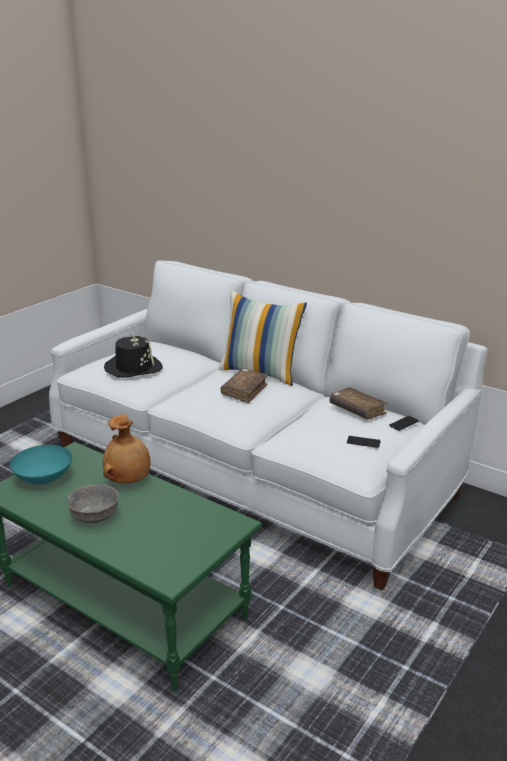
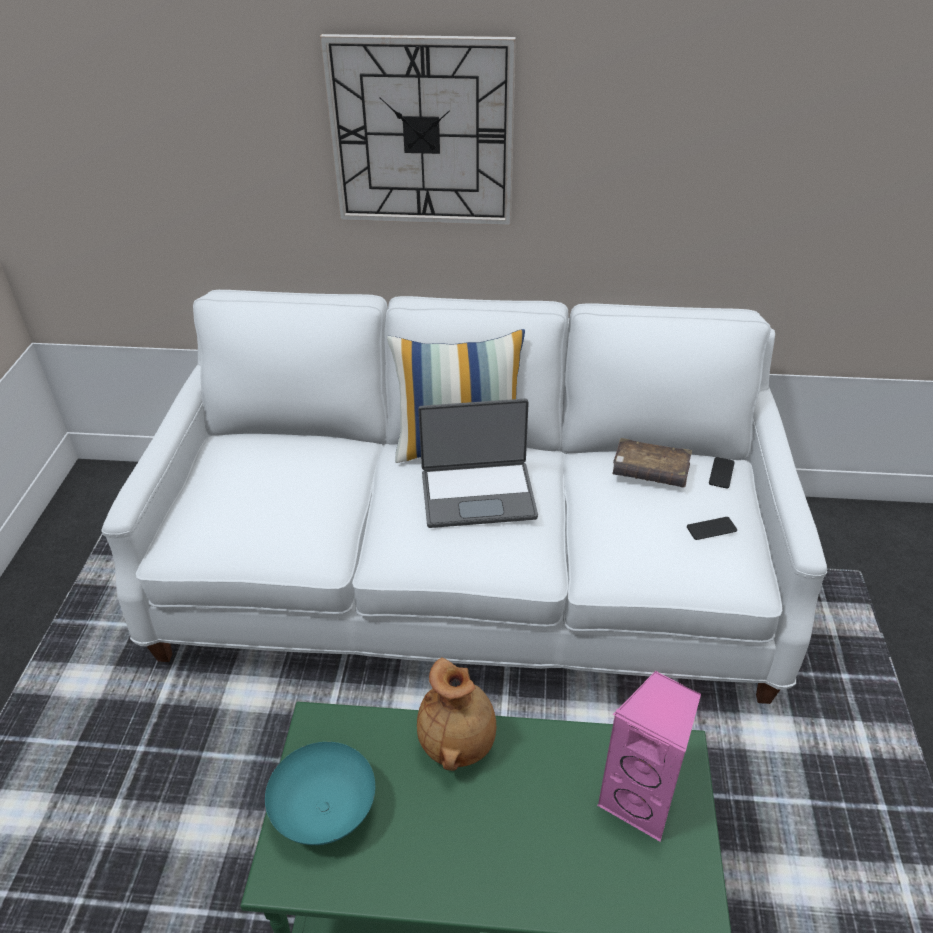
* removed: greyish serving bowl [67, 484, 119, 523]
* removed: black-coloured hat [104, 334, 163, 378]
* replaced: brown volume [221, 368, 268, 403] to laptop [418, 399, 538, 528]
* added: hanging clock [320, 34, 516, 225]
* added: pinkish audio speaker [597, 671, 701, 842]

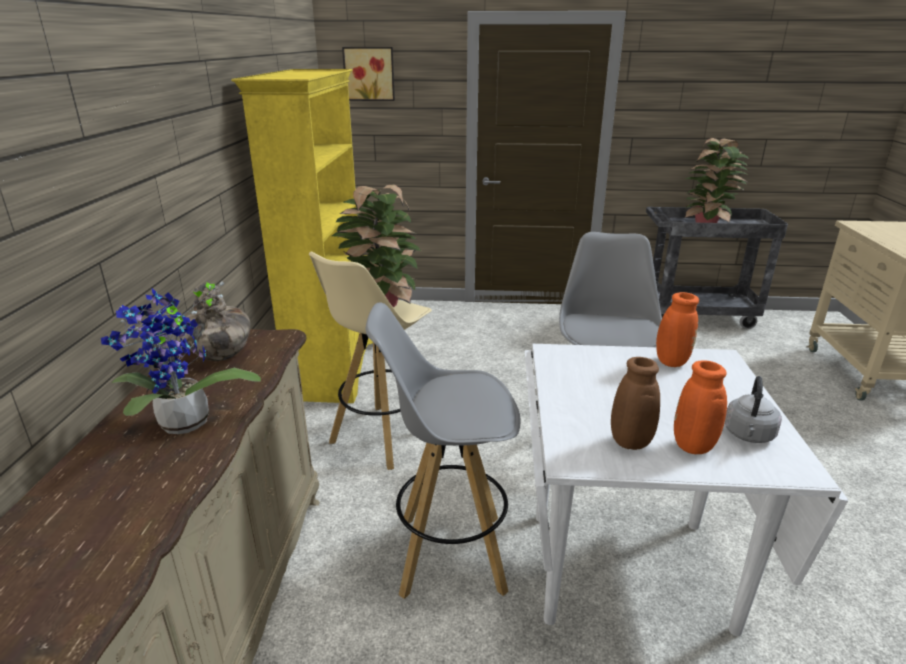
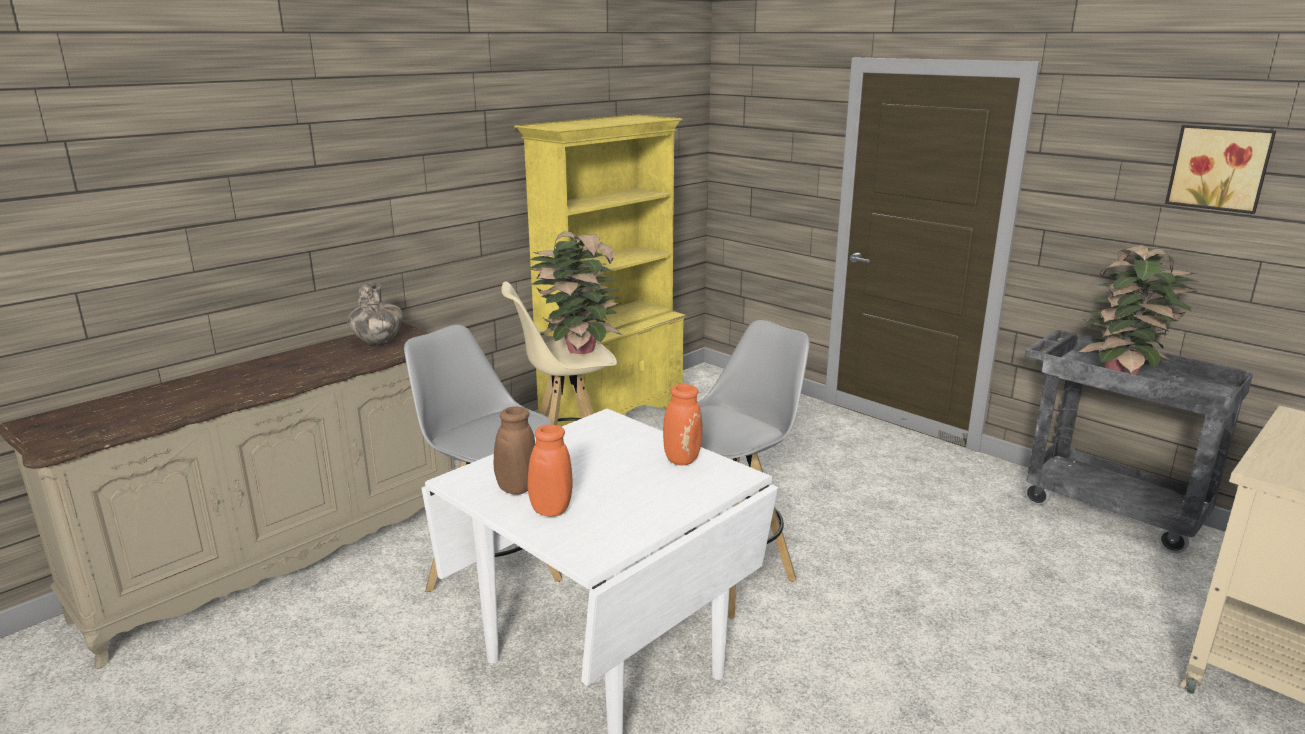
* removed: potted plant [101, 281, 261, 434]
* moved: wall art [342, 47, 395, 101] to [1165, 125, 1276, 214]
* removed: greyish tea kettle [725, 376, 782, 443]

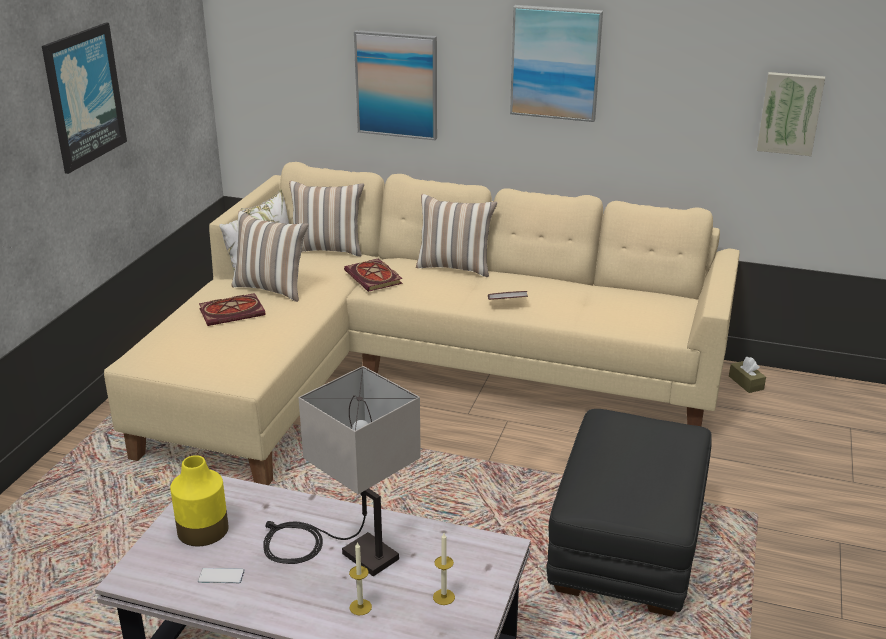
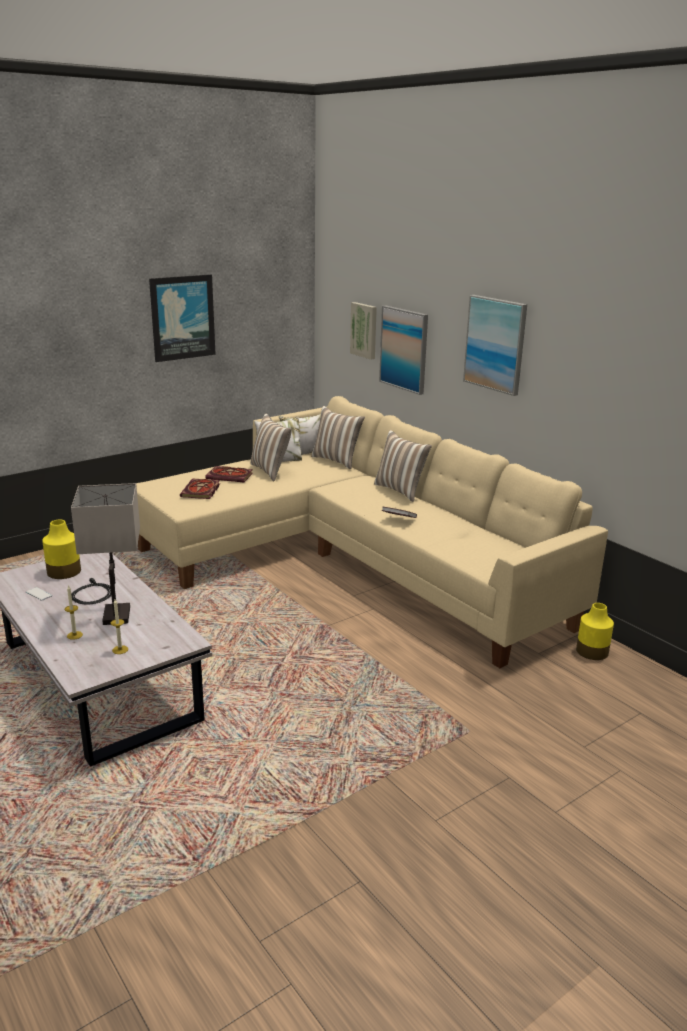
* moved: volume [344, 258, 403, 292] to [180, 479, 220, 499]
* removed: black-coloured ottoman [546, 409, 712, 616]
* replaced: brown box of tissues [729, 357, 766, 393] to yellow flower vase [576, 603, 614, 660]
* moved: wall art [757, 72, 825, 156] to [350, 302, 377, 360]

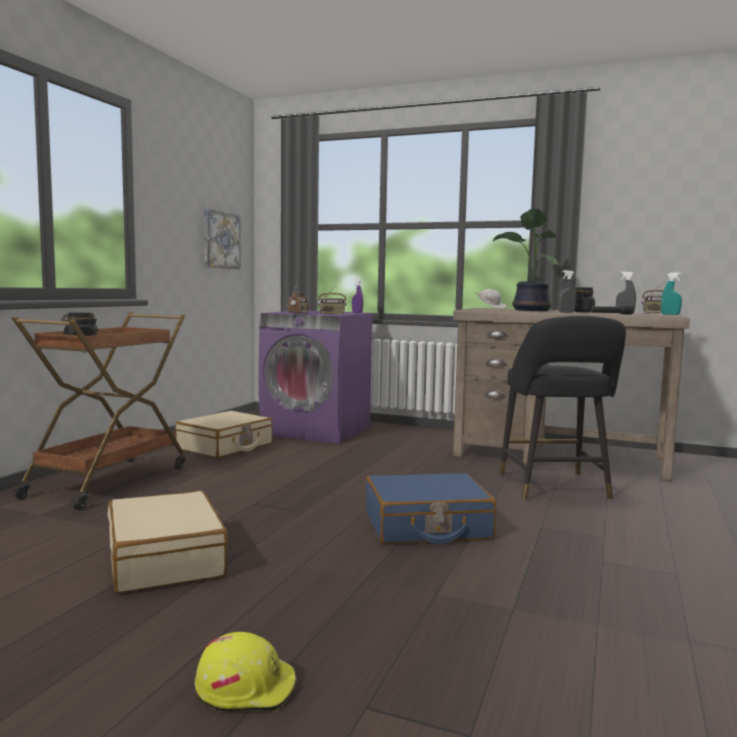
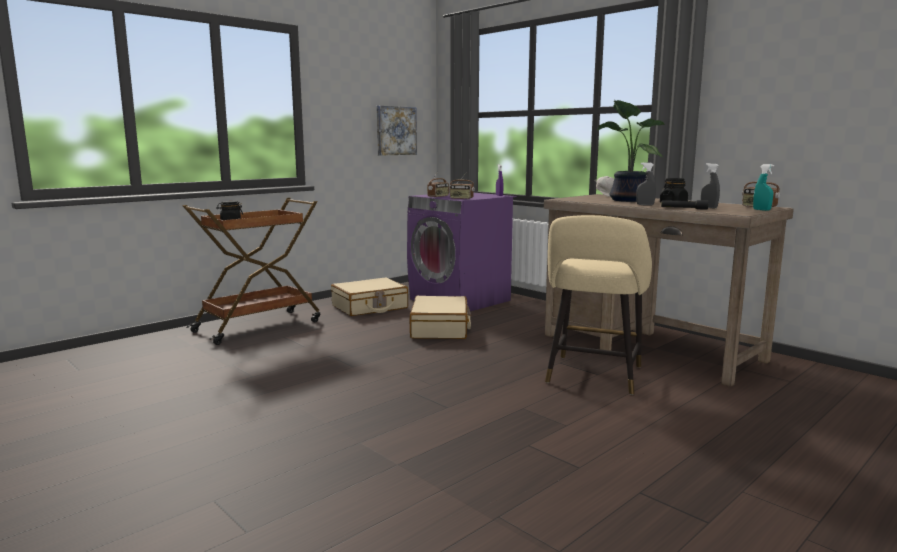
* moved: sand-coloured piece of luggage [108, 491, 228, 593] to [410, 296, 471, 339]
* removed: yellow safety helmet [195, 632, 296, 712]
* removed: blue piece of luggage [366, 473, 496, 544]
* recoloured: black-coloured stool seat [499, 316, 626, 500] to sand-coloured stool seat [545, 215, 652, 395]

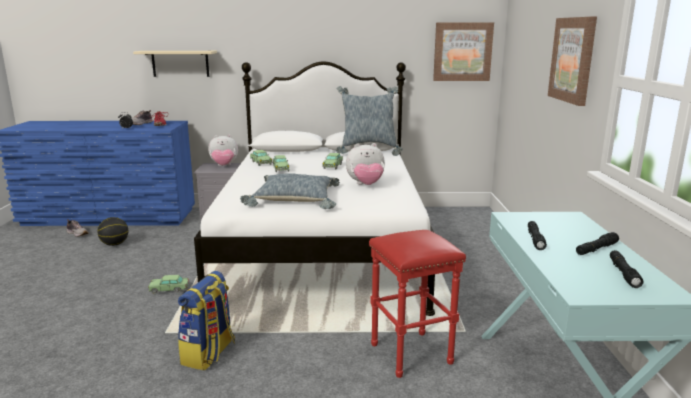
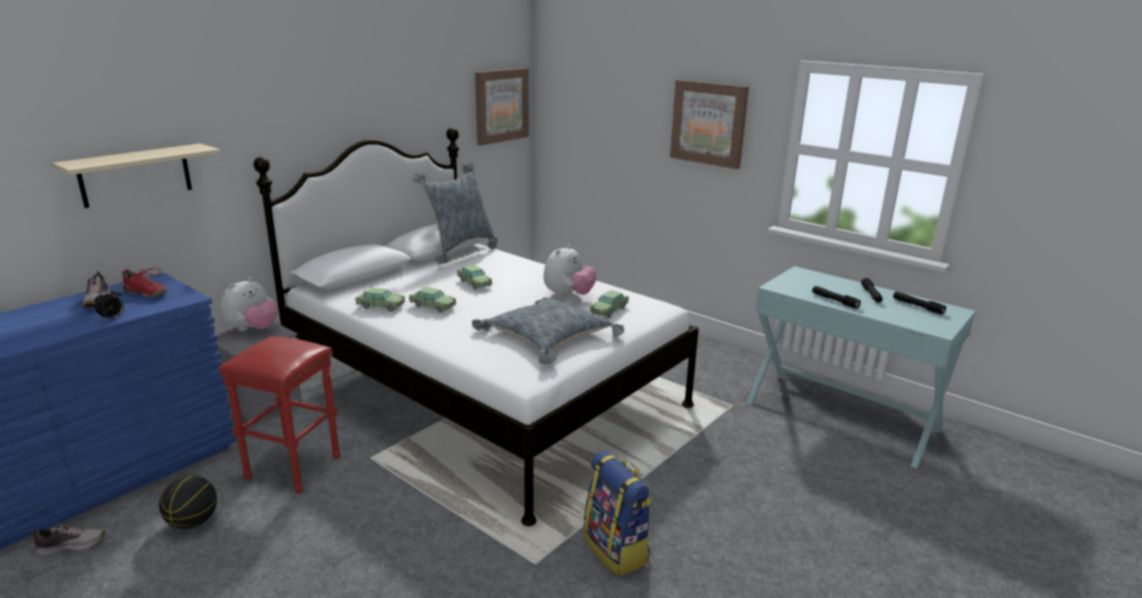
* moved: miniature car [148, 275, 189, 294] to [590, 290, 629, 318]
* moved: red-coloured stool seat [369, 230, 466, 378] to [219, 336, 340, 493]

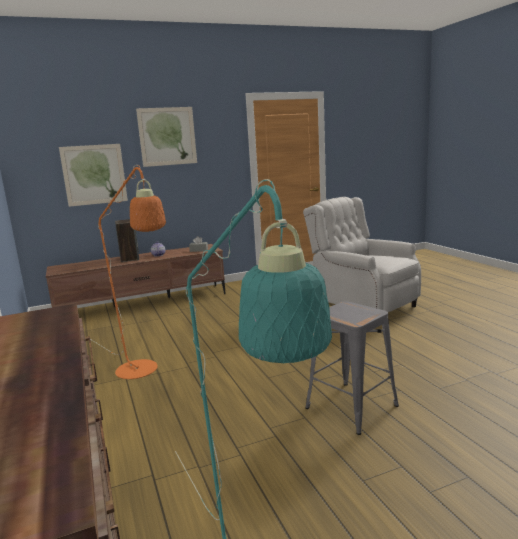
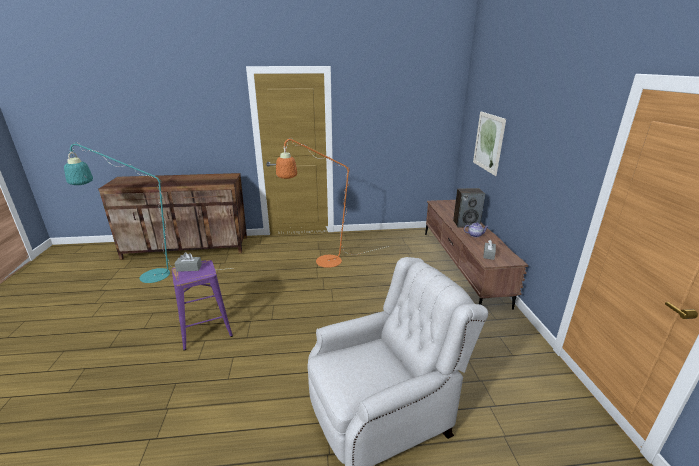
* removed: wall art [136, 107, 197, 167]
* recoloured: greyish stool seat [305, 301, 399, 435] to purplish stool seat [172, 260, 233, 351]
* added: greyish box of tissues [174, 252, 202, 272]

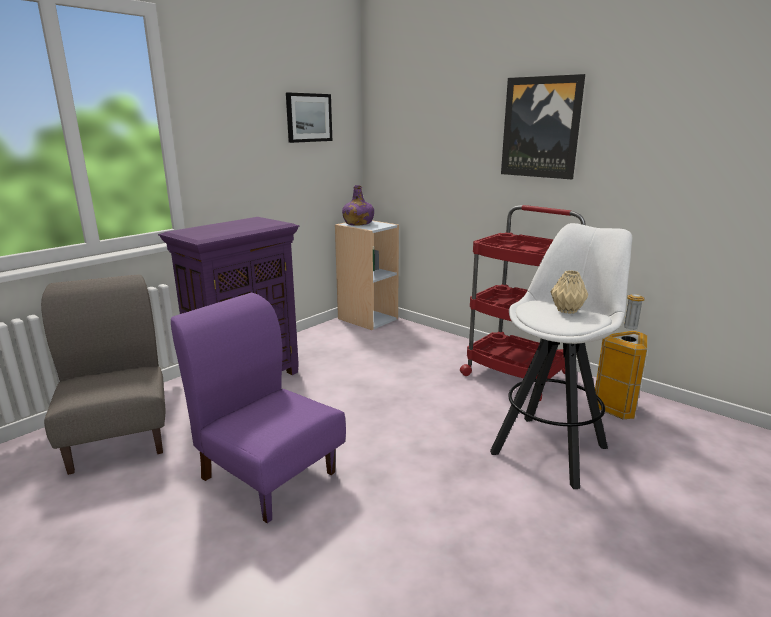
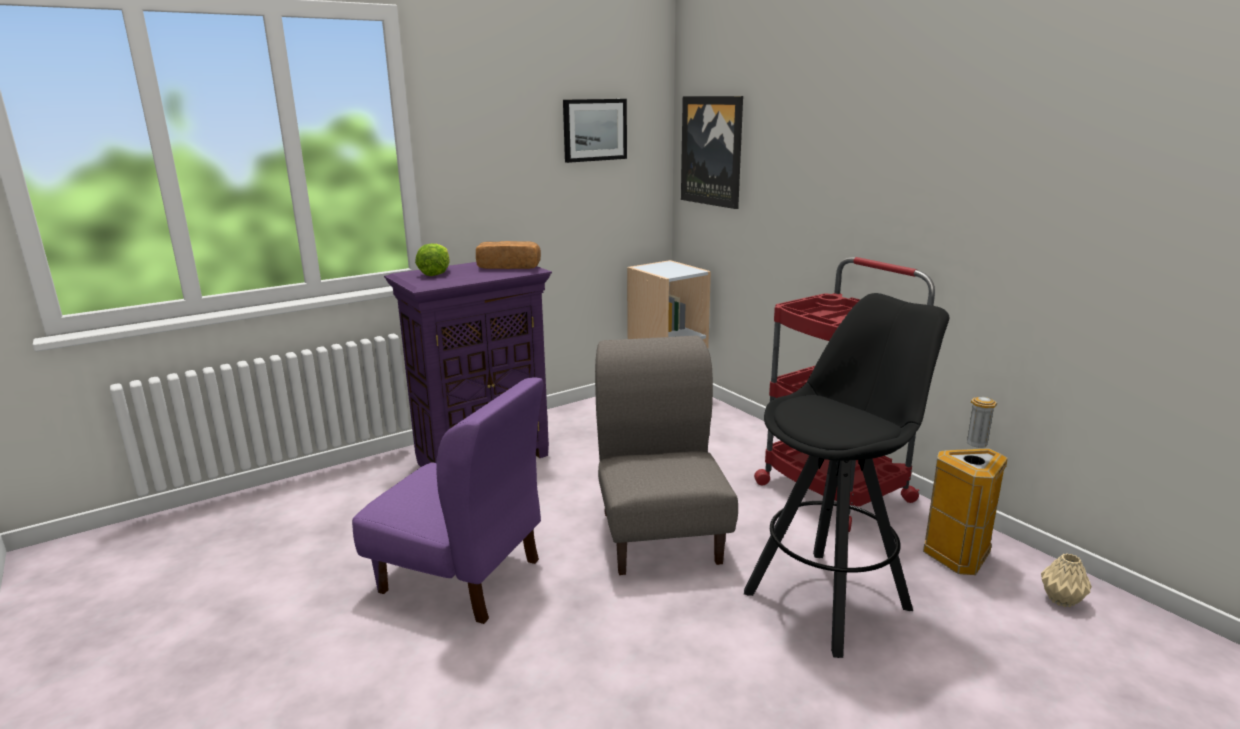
* moved: greyish upright chair [41, 274, 165, 475] to [595, 335, 738, 575]
* turned: purplish upright chair [171, 293, 346, 523] = [352, 377, 544, 624] 150 degrees clockwise
* removed: purplish beverage bottle [342, 185, 374, 226]
* recoloured: whitish stool seat [490, 223, 632, 489] to black-coloured stool seat [744, 293, 950, 658]
* moved: wall art [501, 74, 585, 179] to [681, 96, 743, 209]
* moved: sand-coloured flower vase [551, 270, 588, 314] to [1041, 553, 1092, 607]
* added: head of lettuce [415, 243, 450, 276]
* added: baked bread [476, 241, 541, 269]

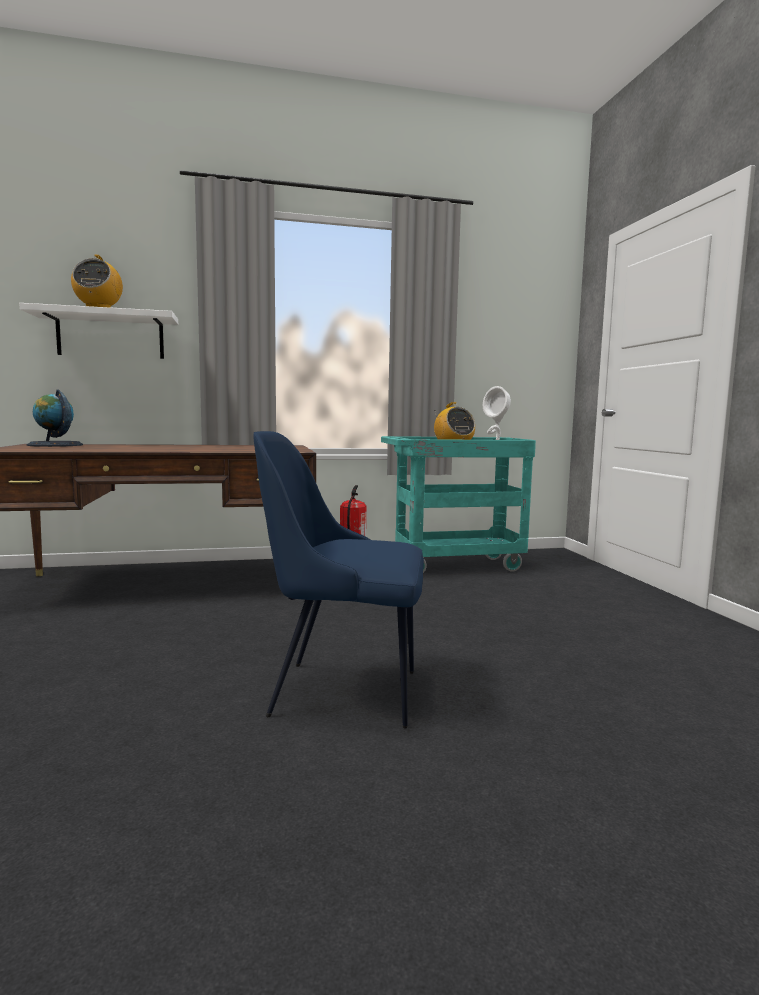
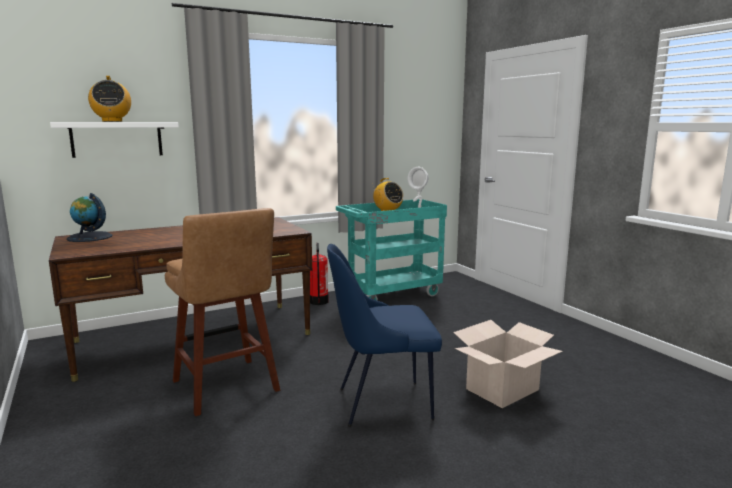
* added: brown stool seat [165, 208, 280, 416]
* added: cardboard box [453, 320, 563, 408]

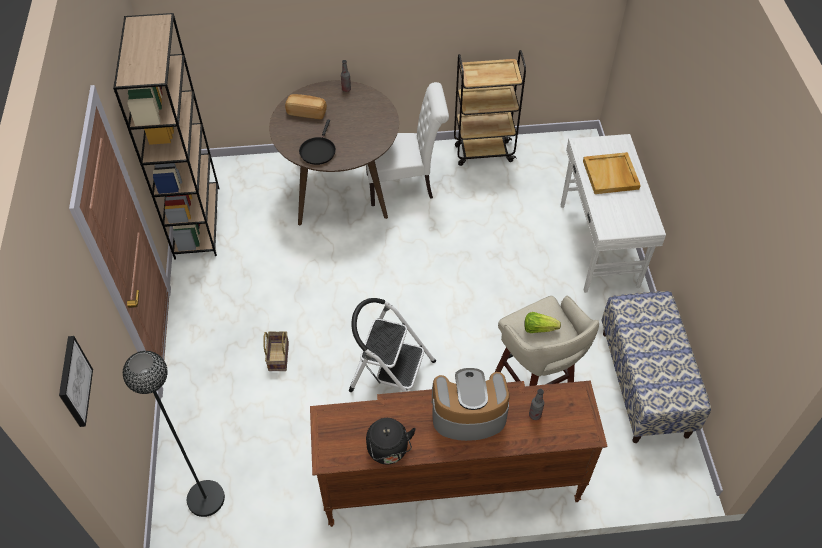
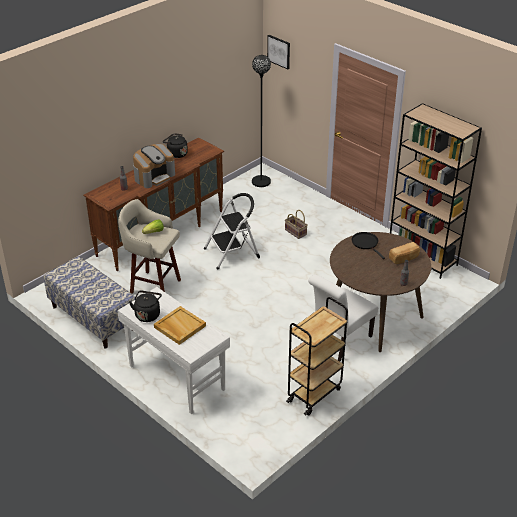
* added: black-coloured tea kettle [129, 291, 162, 322]

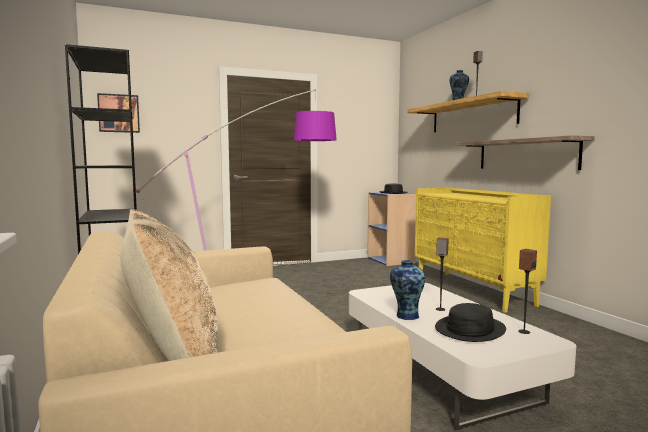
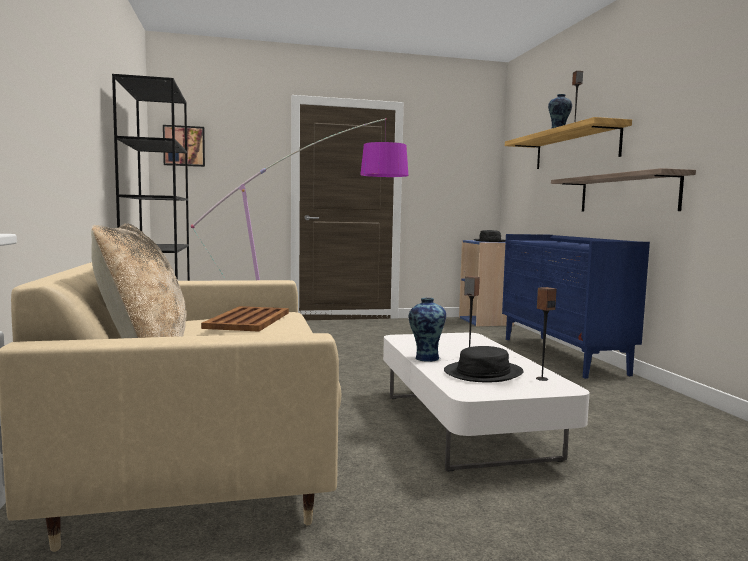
* recoloured: yellow storage cabinet [415, 188, 551, 313] to blue storage cabinet [502, 234, 650, 379]
* added: brown carrying tray [201, 306, 289, 332]

